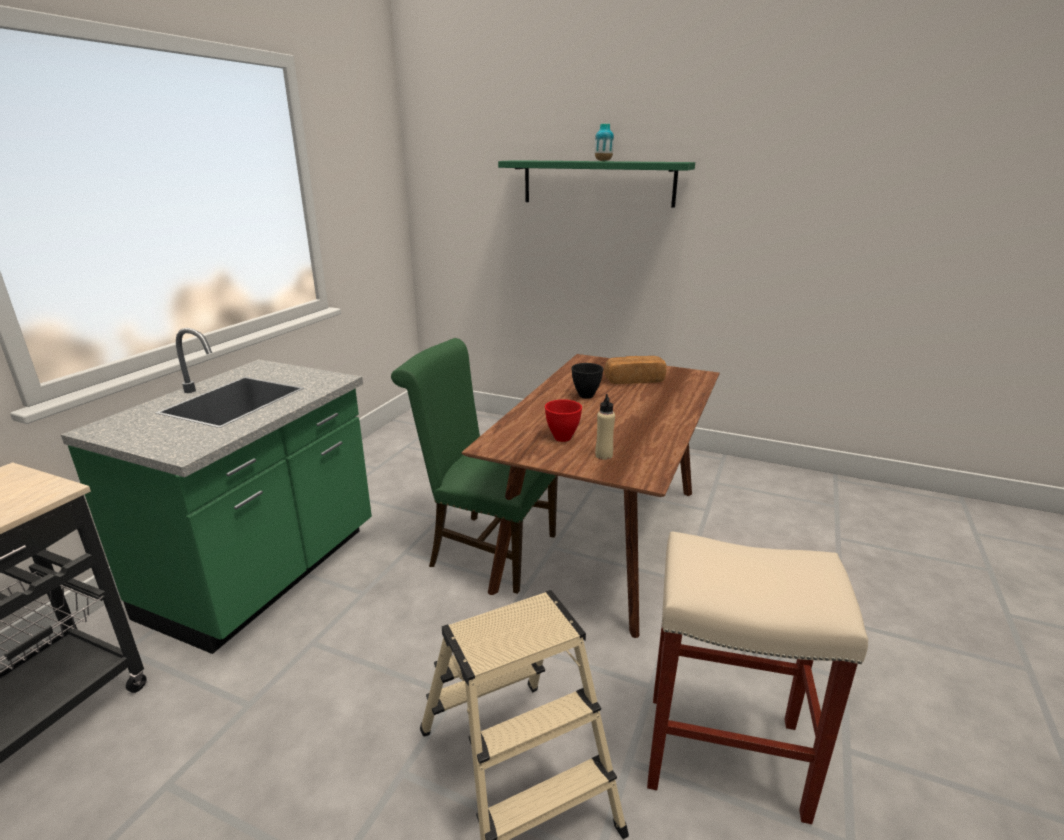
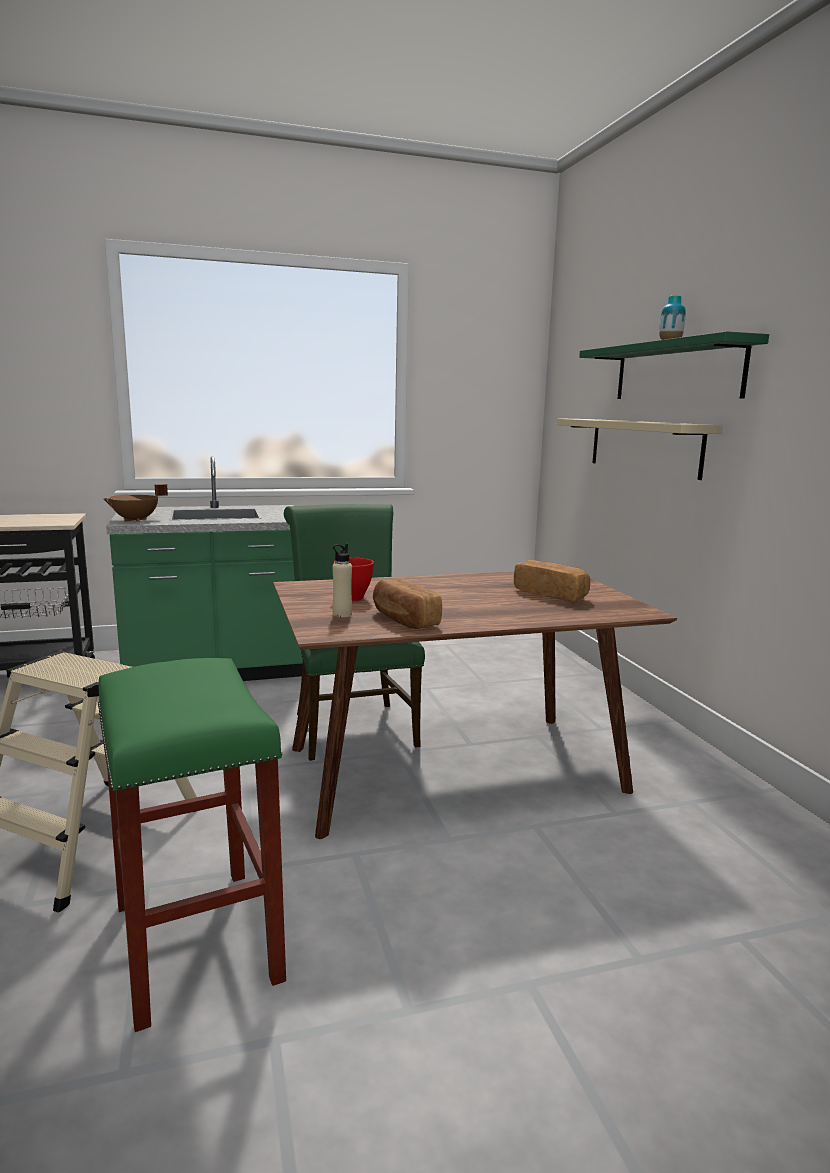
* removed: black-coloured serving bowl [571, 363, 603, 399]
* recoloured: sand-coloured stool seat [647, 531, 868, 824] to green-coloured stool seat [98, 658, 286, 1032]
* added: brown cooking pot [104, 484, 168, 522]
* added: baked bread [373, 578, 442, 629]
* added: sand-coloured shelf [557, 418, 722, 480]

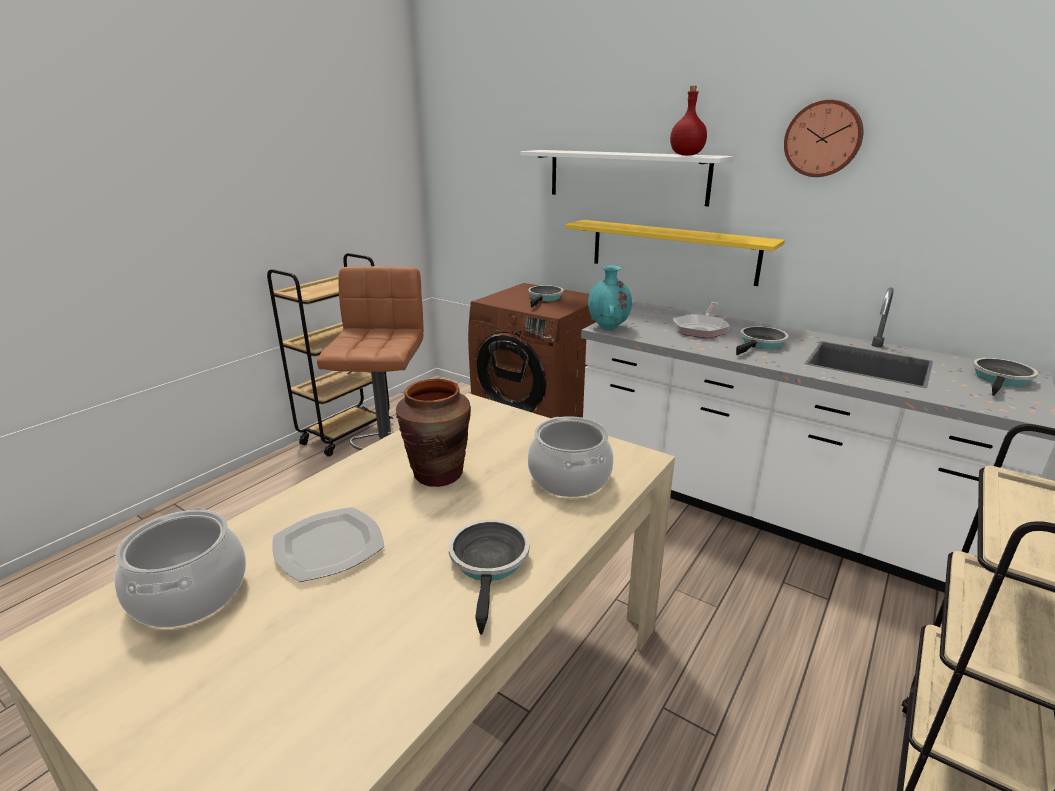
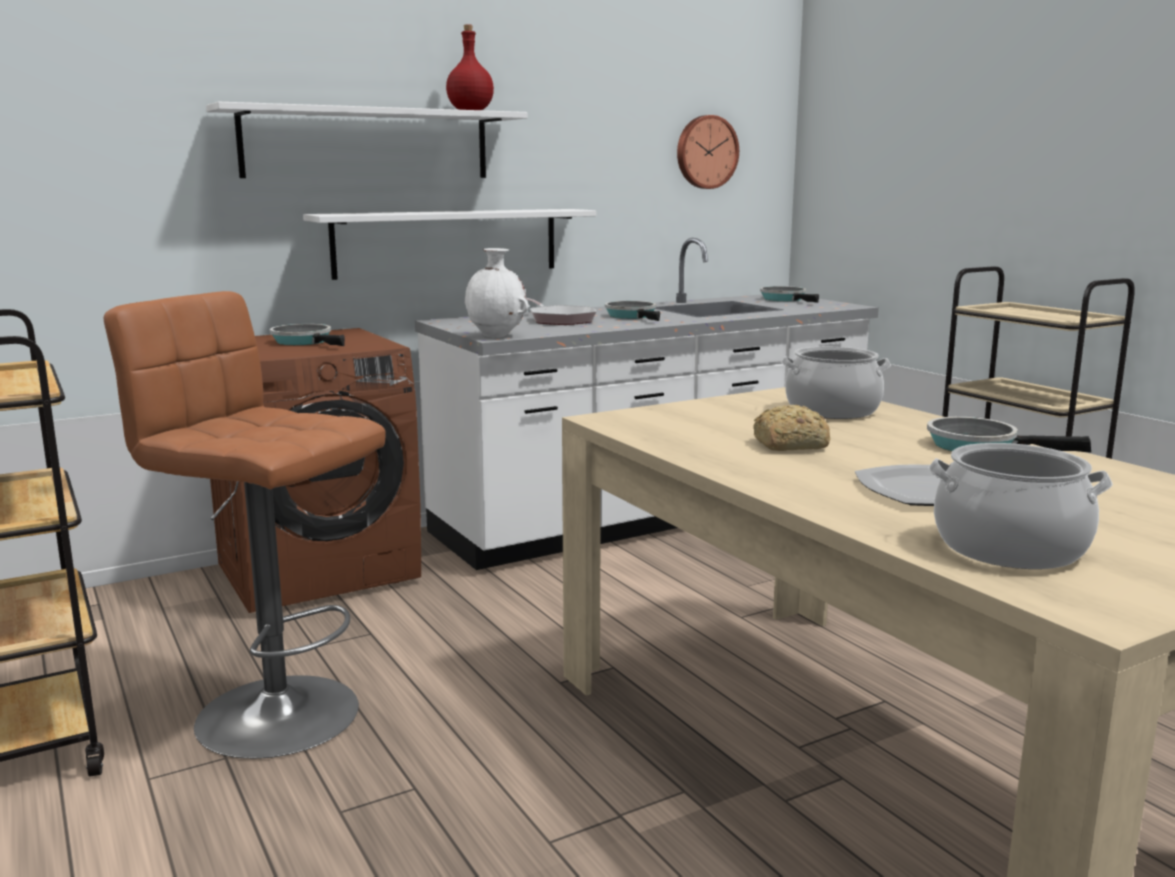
* replaced: brown flower vase [396, 379, 471, 487] to baked bread [753, 405, 830, 451]
* recoloured: yellow shelf [565, 220, 785, 286] to whitish shelf [303, 209, 596, 280]
* recoloured: blue-green flower vase [588, 265, 632, 330] to whitish flower vase [464, 248, 529, 338]
* moved: hanging clock [784, 99, 863, 177] to [677, 115, 739, 189]

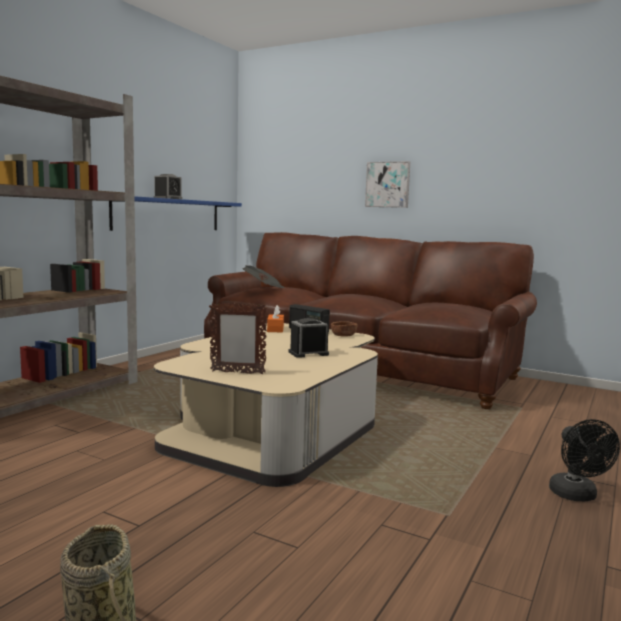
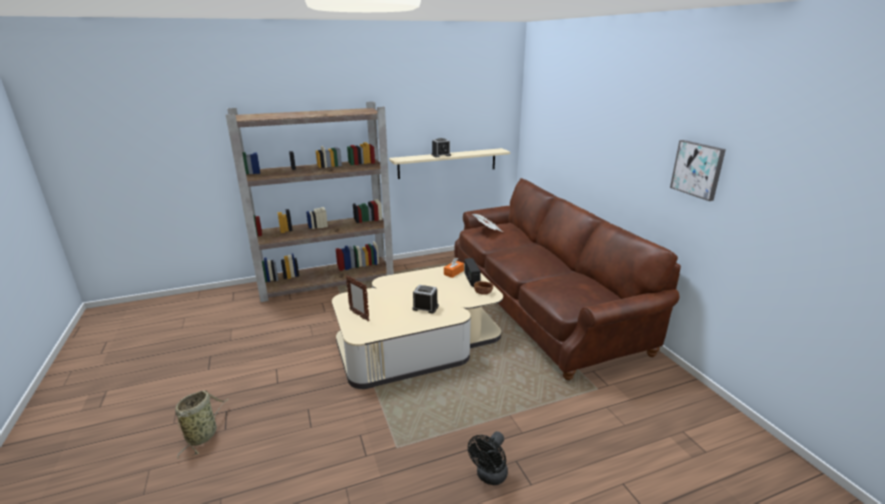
* recoloured: blue shelf [109, 196, 242, 231] to sand-coloured shelf [389, 148, 510, 179]
* moved: wall art [365, 161, 410, 208] to [670, 140, 726, 201]

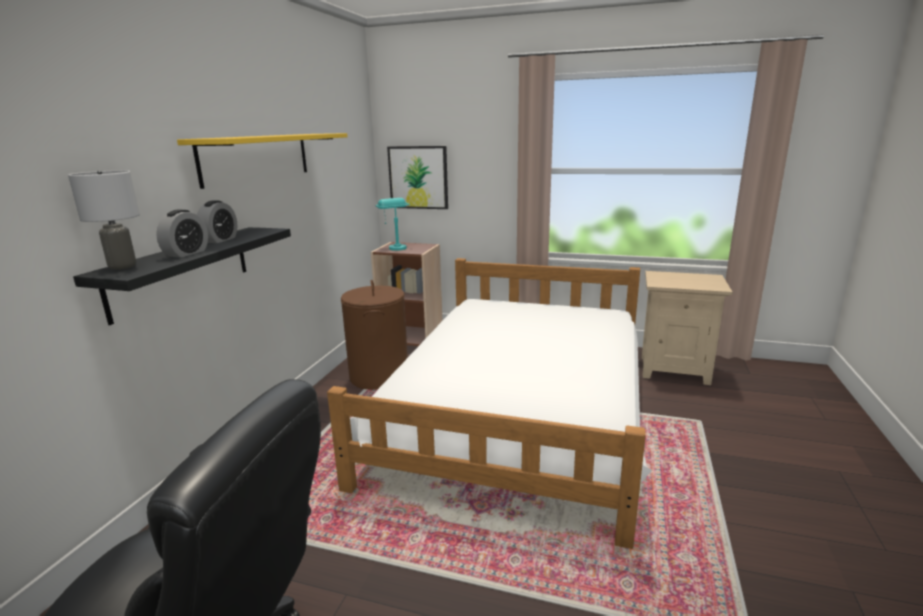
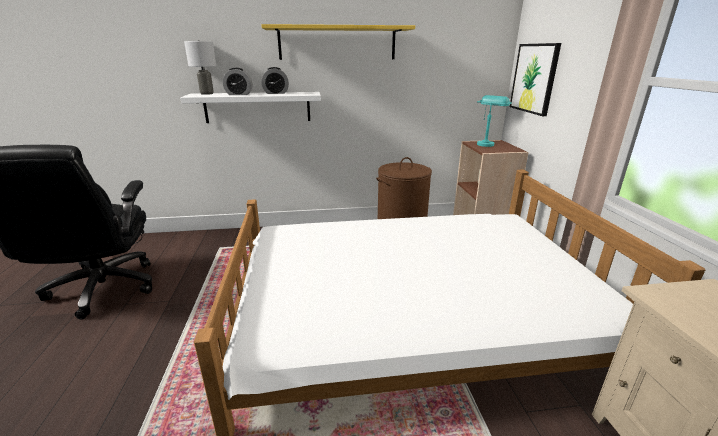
* recoloured: black-coloured shelf [73, 227, 291, 325] to whitish shelf [180, 92, 321, 123]

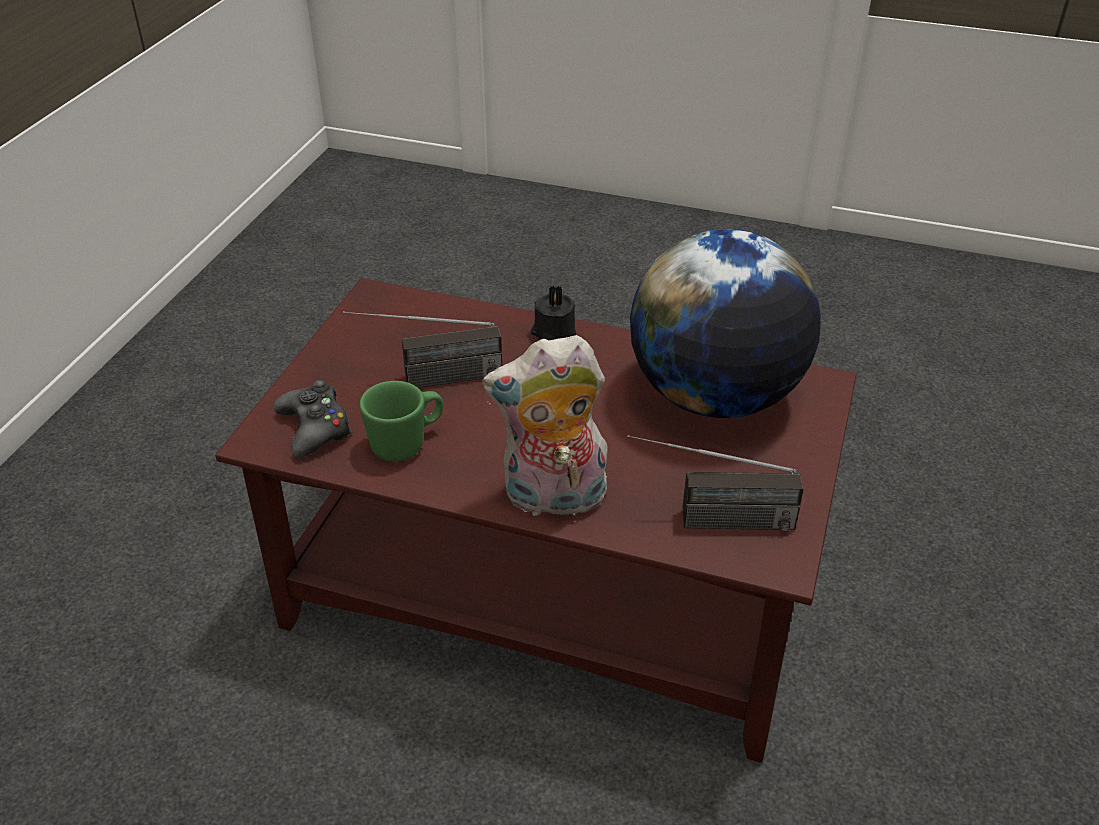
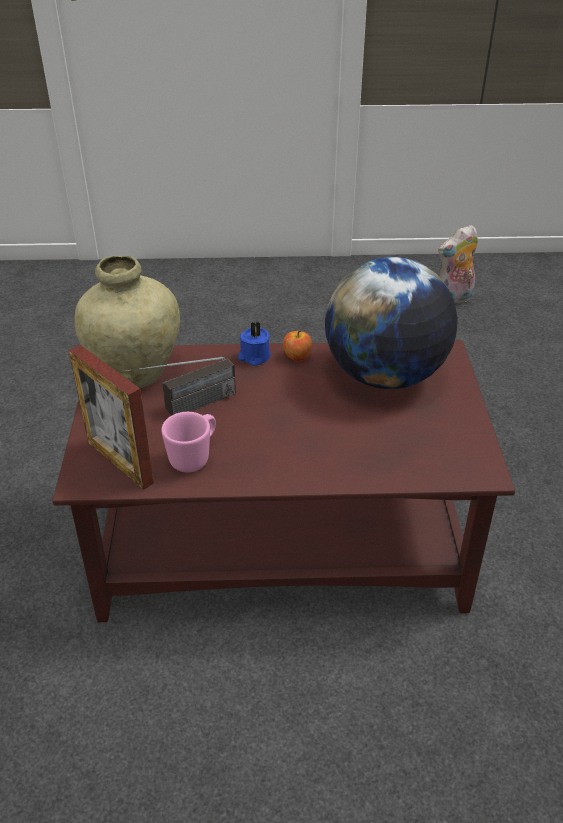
* replaced: black-coloured game controller [274, 380, 353, 458] to picture frame [68, 345, 154, 490]
* recoloured: green-coloured tea mug [360, 381, 443, 462] to pinkish tea mug [161, 412, 216, 472]
* moved: soft toy [482, 335, 608, 522] to [438, 225, 478, 304]
* recoloured: black-coloured wax light [531, 286, 576, 340] to blue wax light [238, 322, 271, 366]
* removed: radio [627, 435, 803, 531]
* added: sand-coloured flower vase [74, 256, 180, 388]
* added: apple [283, 331, 312, 361]

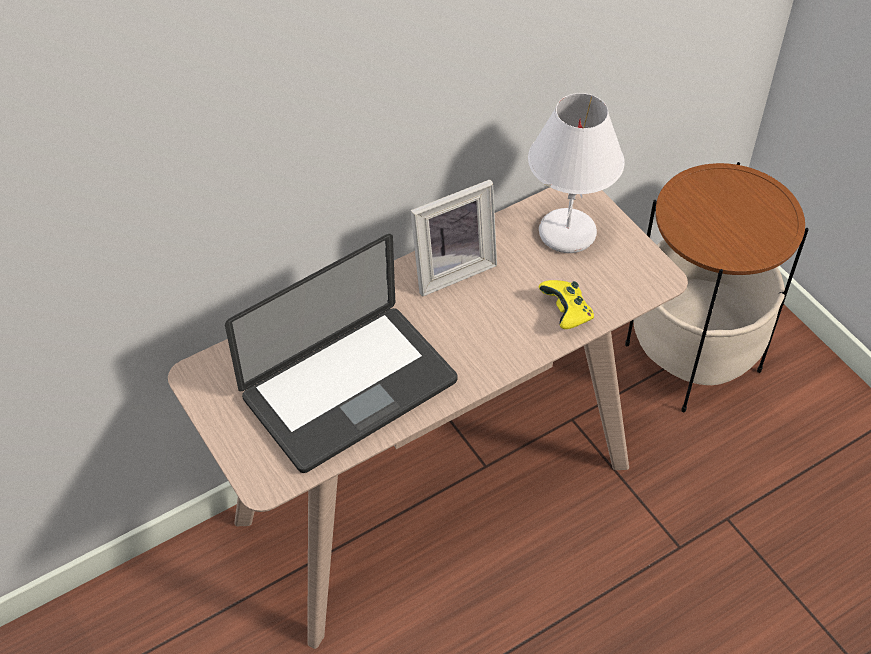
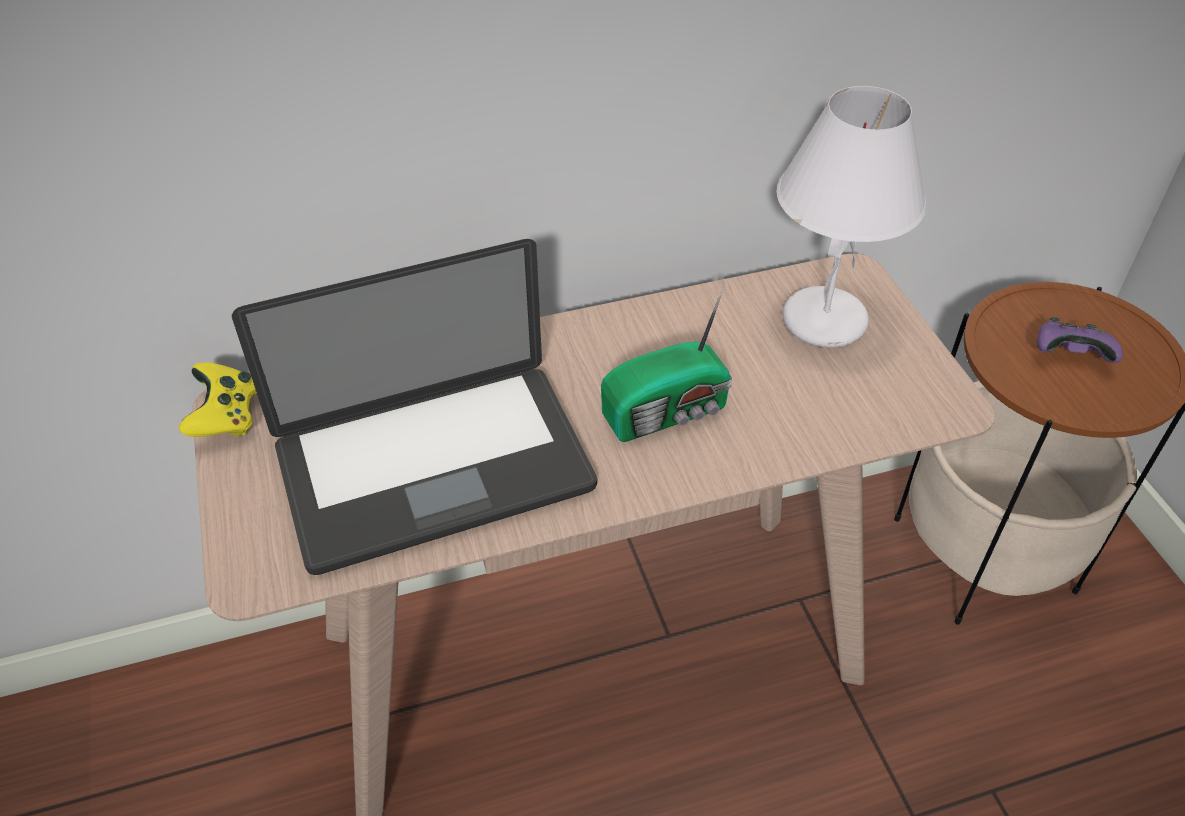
* removed: picture frame [410, 180, 497, 296]
* moved: yellow game controller [539, 280, 594, 329] to [179, 363, 256, 437]
* added: radio [601, 286, 732, 442]
* added: purplish game controller [1037, 317, 1123, 363]

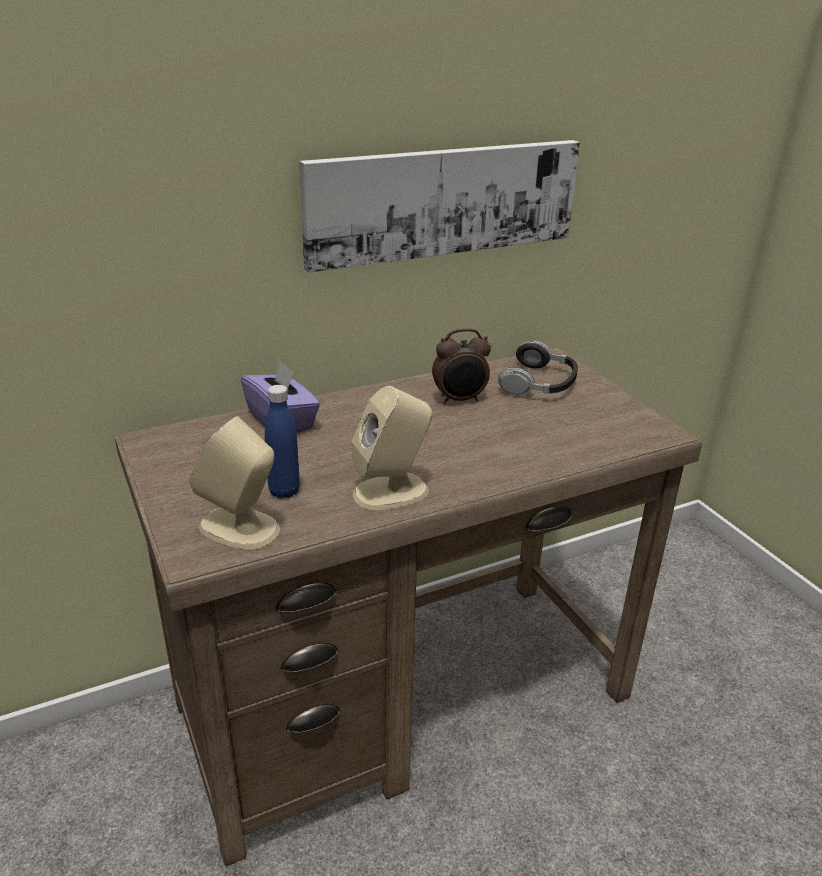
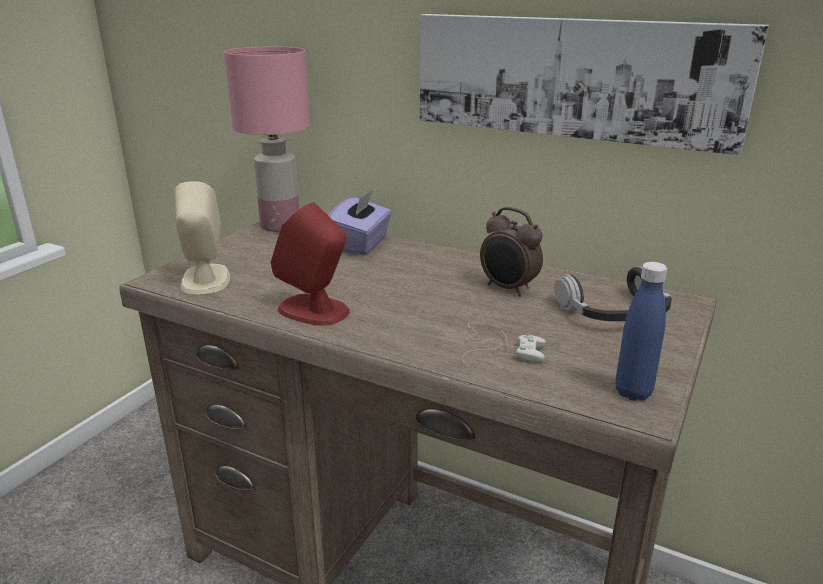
* moved: blue beverage bottle [265, 385, 300, 499] to [615, 262, 668, 401]
* recoloured: sand-coloured audio speaker [352, 386, 433, 510] to red-coloured audio speaker [271, 202, 350, 326]
* added: pinkish table lamp [224, 46, 310, 232]
* added: whitish game controller [462, 322, 546, 366]

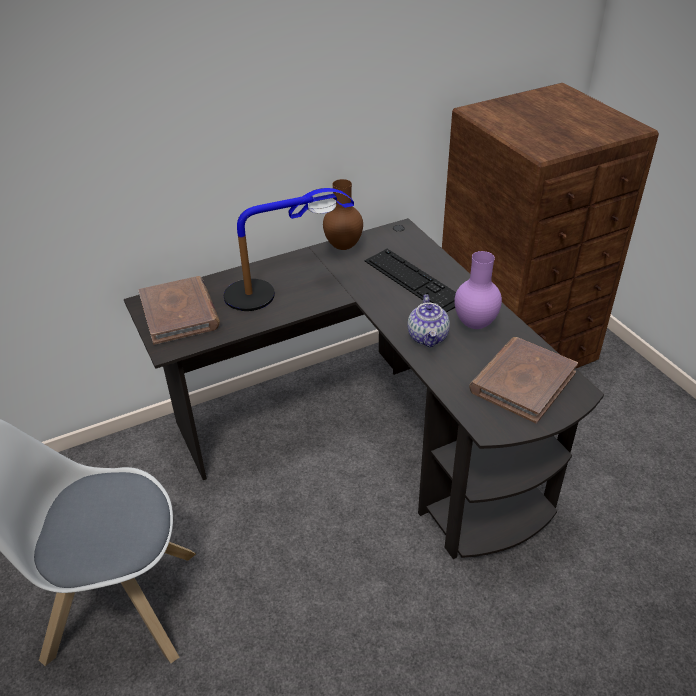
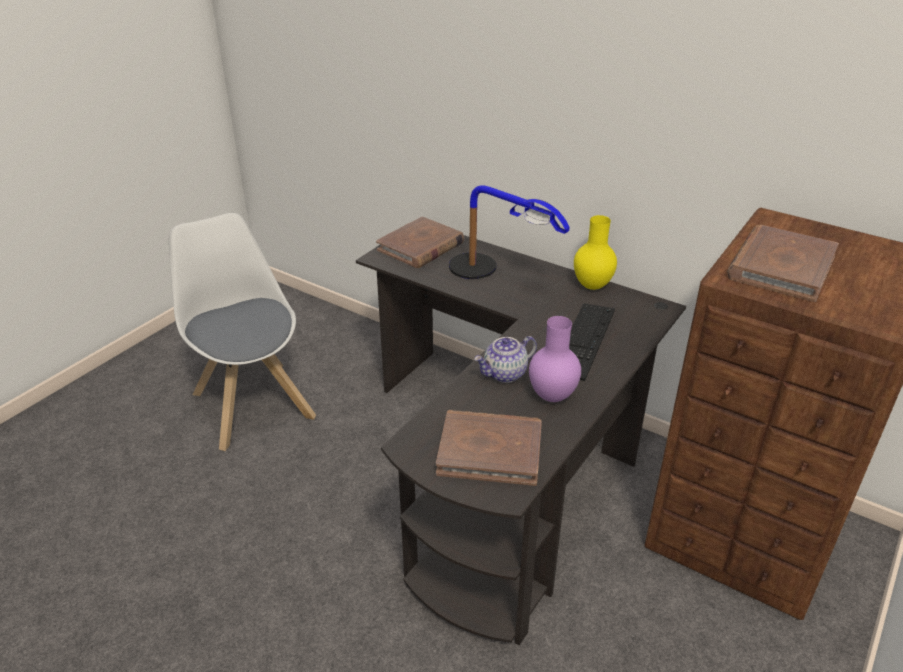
* recoloured: brown flower vase [323, 179, 363, 250] to yellow flower vase [574, 215, 617, 290]
* added: brown volume [727, 225, 839, 302]

